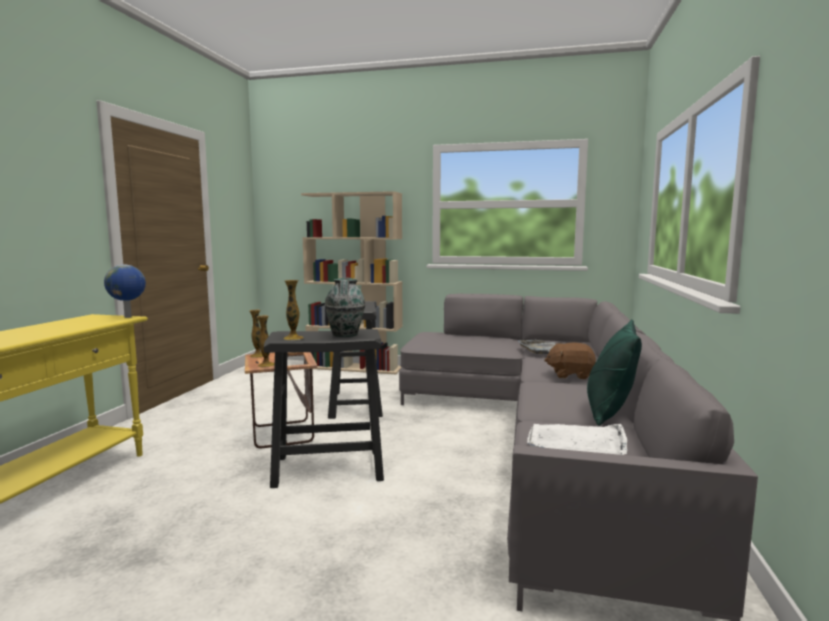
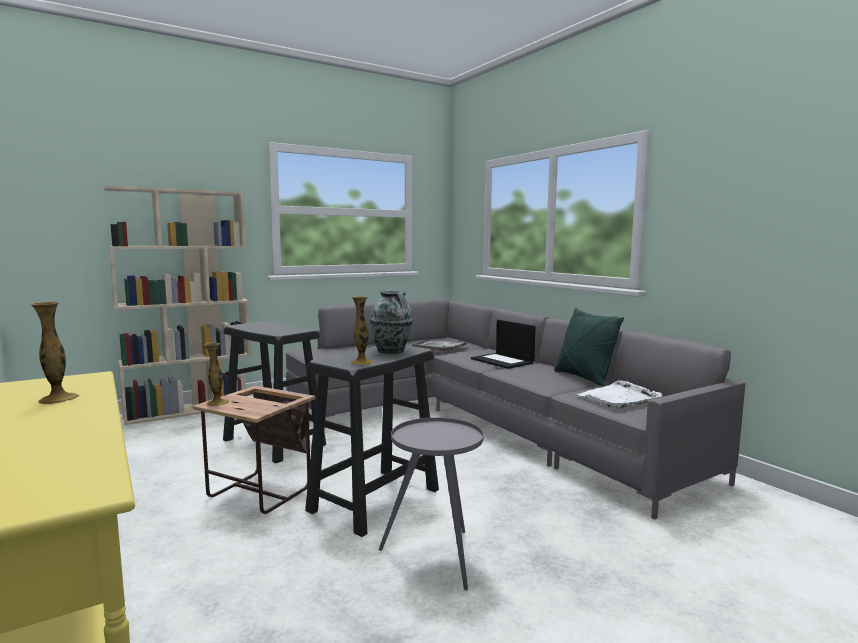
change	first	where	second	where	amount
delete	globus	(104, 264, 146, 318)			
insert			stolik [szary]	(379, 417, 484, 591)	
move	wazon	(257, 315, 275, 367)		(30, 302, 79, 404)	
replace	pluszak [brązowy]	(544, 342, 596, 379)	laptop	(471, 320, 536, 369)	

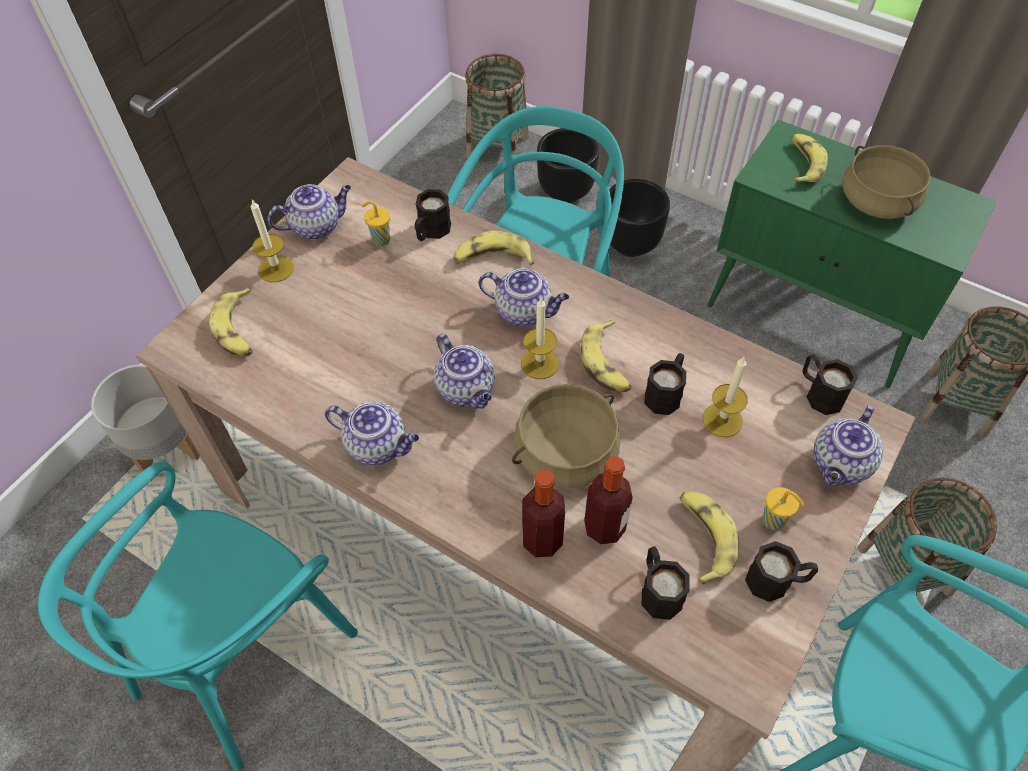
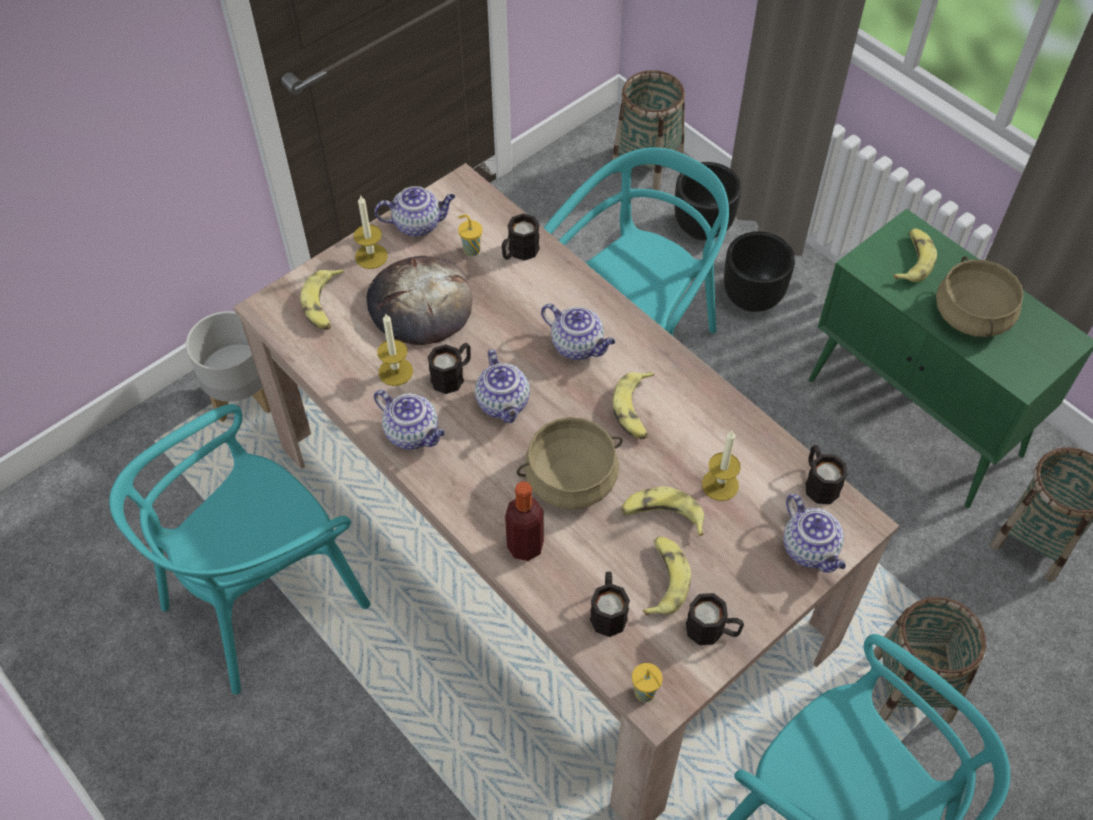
change	first	where	second	where	amount
delete	butelka	(584, 456, 633, 545)			
insert			chleb	(367, 256, 472, 345)	
move	banan	(454, 231, 534, 265)		(621, 486, 704, 536)	
move	świeca	(521, 298, 559, 379)		(377, 314, 413, 386)	
move	kubek [czarny]	(644, 353, 686, 415)		(428, 343, 471, 394)	
move	filiżanka [żółty]	(762, 487, 805, 530)		(632, 663, 663, 702)	
rotate	imbryk	(814, 405, 883, 486)		(783, 494, 846, 573)	75 degrees counterclockwise

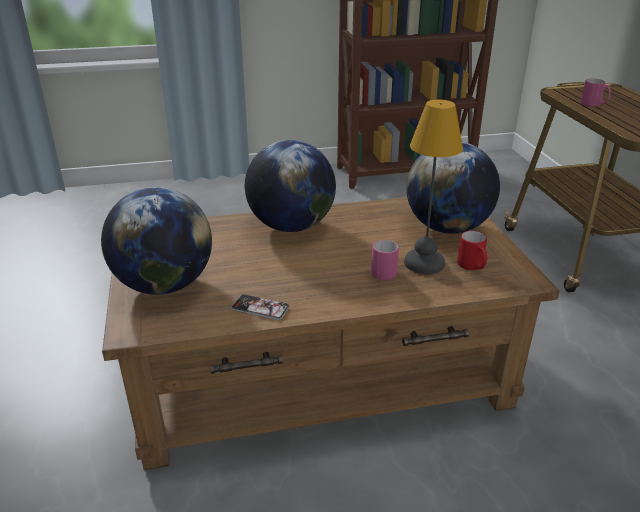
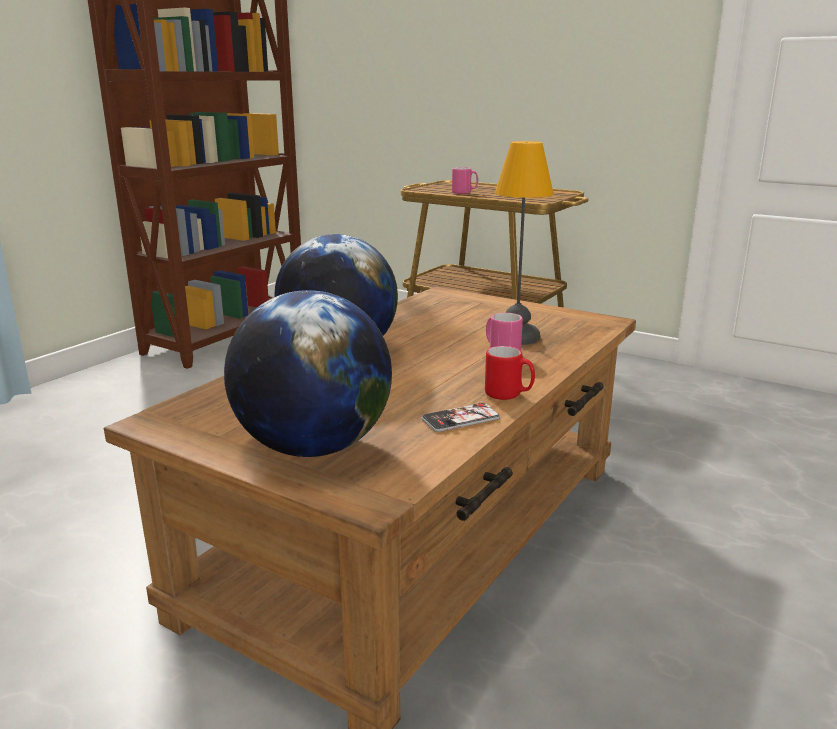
change	first	where	second	where	amount
delete	globus	(406, 142, 500, 234)			
move	kubek [czerwony]	(457, 231, 487, 270)		(485, 346, 535, 400)	

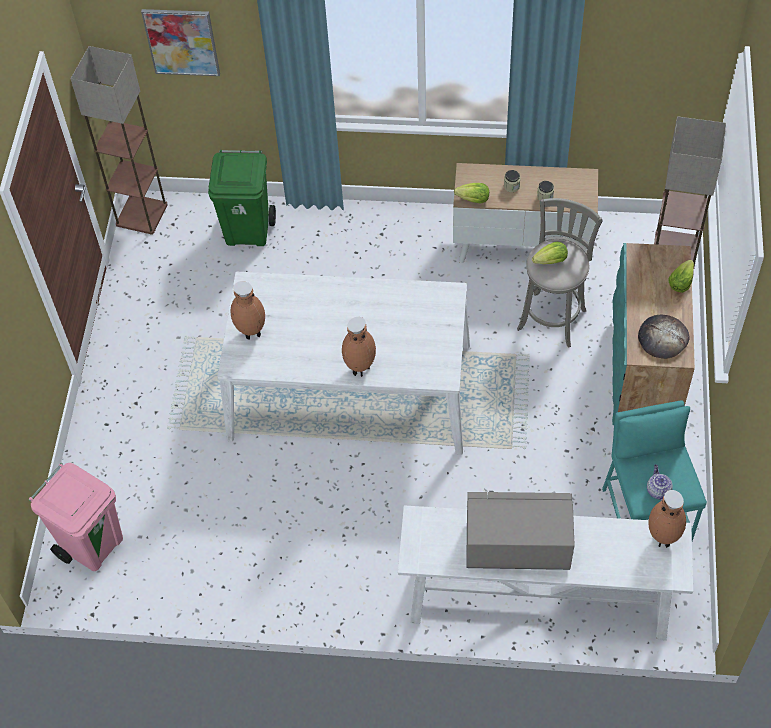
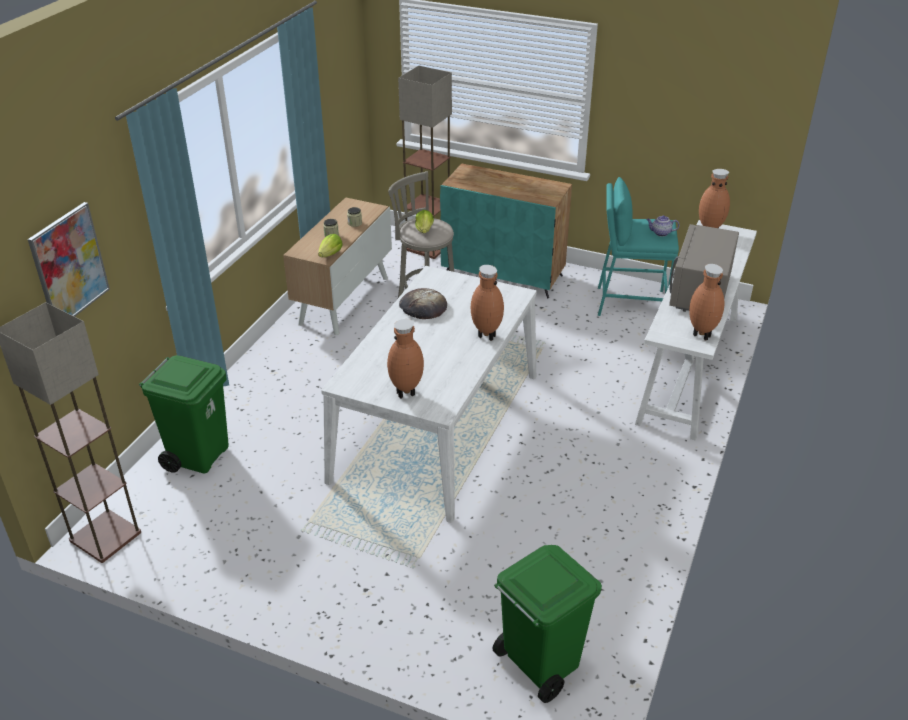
change	first	where	second	where	amount
delete	sałata	(668, 260, 694, 293)			
insert			wazon [brązowy]	(689, 264, 724, 340)	
move	chleb	(638, 315, 690, 359)		(399, 288, 447, 319)	
recolor	kosz na śmieci [różowy]	(29, 463, 123, 571)	kosz na śmieci [zielony]	(493, 545, 602, 703)	

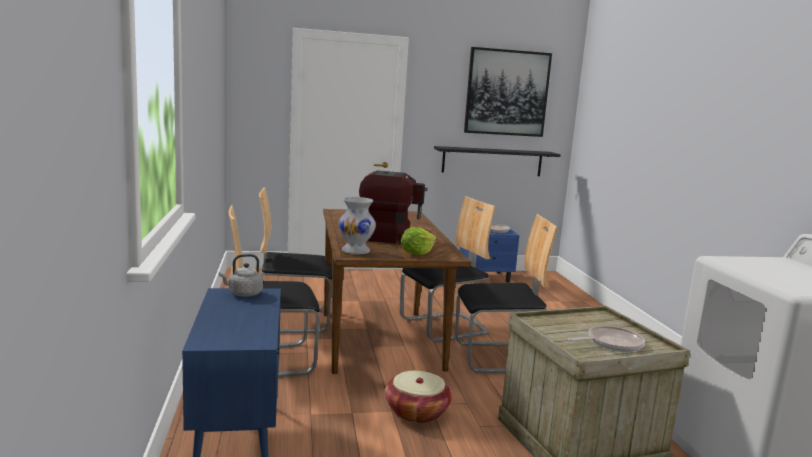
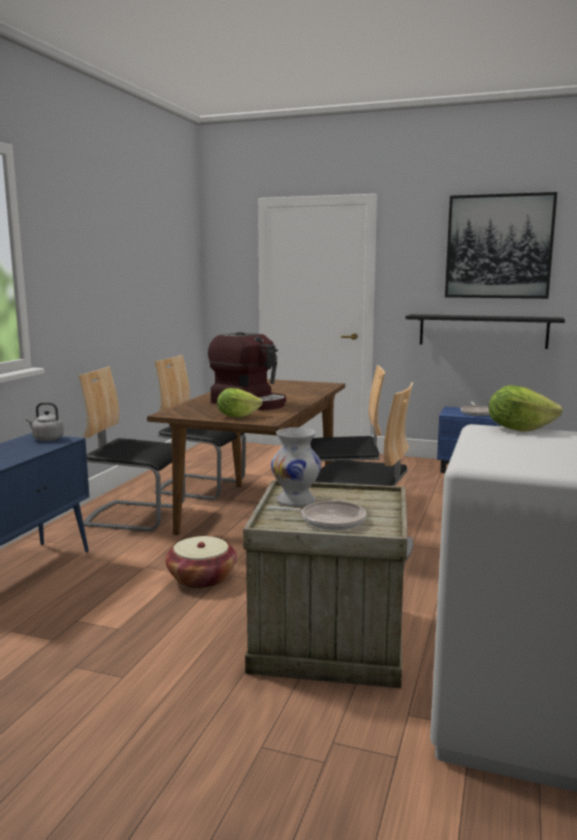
change	first	where	second	where	amount
insert			sałata	(489, 385, 562, 432)	
move	wazon [biały]	(339, 197, 376, 254)		(271, 427, 321, 506)	

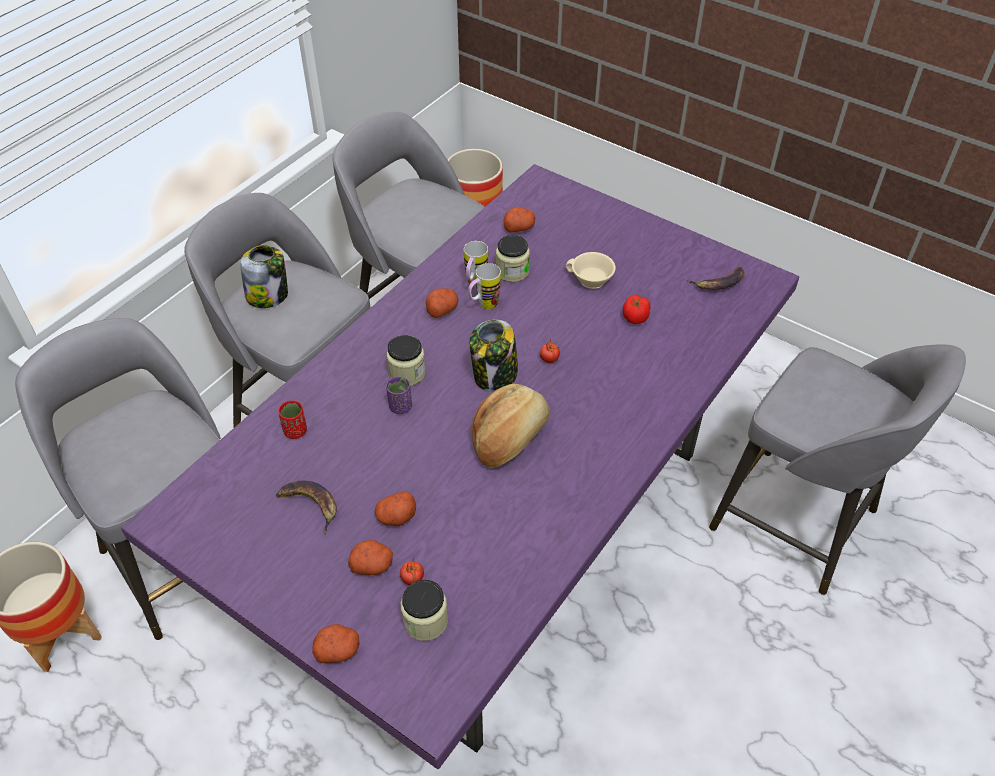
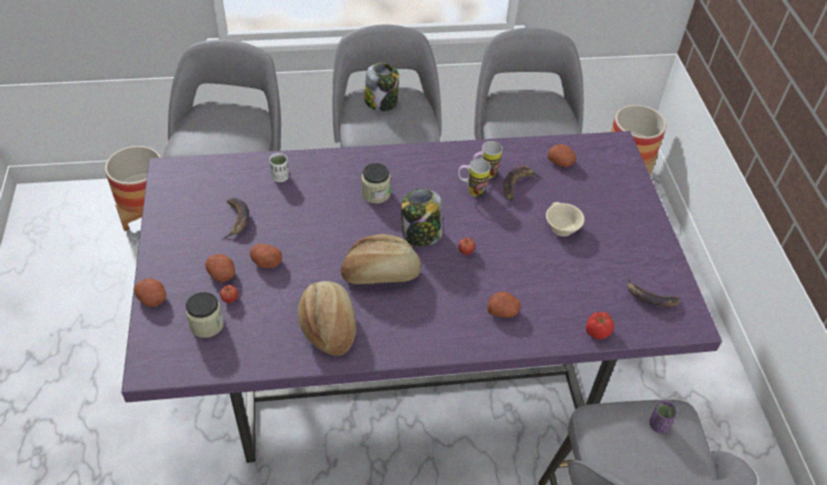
change	first	where	second	where	amount
insert			chleb	(298, 281, 356, 356)	
move	filiżanka [fioletowy]	(386, 377, 412, 414)		(649, 401, 677, 433)	
move	ziemniak	(426, 288, 458, 318)		(487, 292, 521, 318)	
move	pomidor	(623, 294, 651, 324)		(586, 312, 614, 340)	
replace	słoik	(496, 235, 530, 282)	banan	(503, 166, 542, 201)	
recolor	filiżanka [czerwony]	(278, 401, 307, 439)	filiżanka [biały]	(269, 153, 289, 182)	

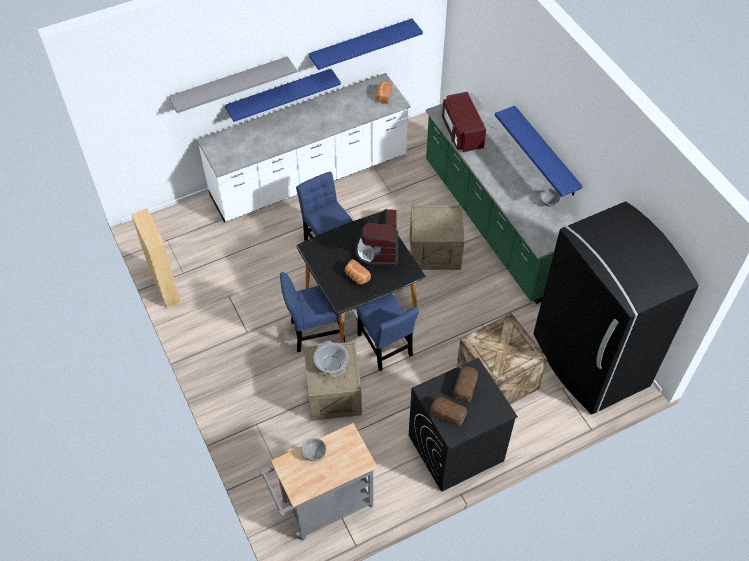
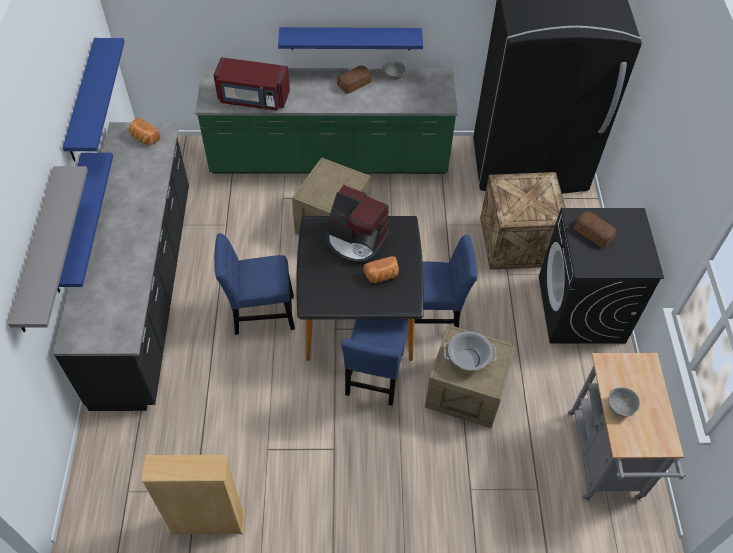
change	first	where	second	where	amount
move	chleb	(430, 396, 467, 427)		(337, 65, 372, 94)	
recolor	zabudowa kuchenna [biały]	(197, 73, 410, 222)	zabudowa kuchenna [czarny]	(53, 122, 189, 411)	

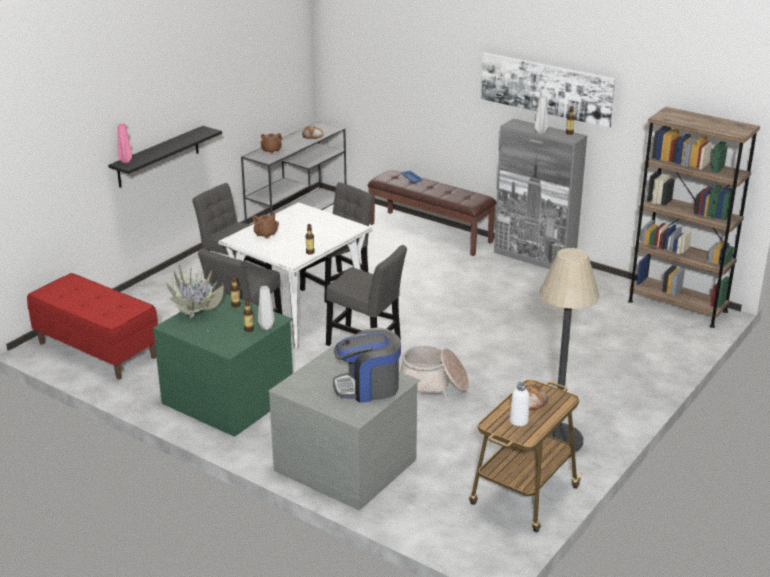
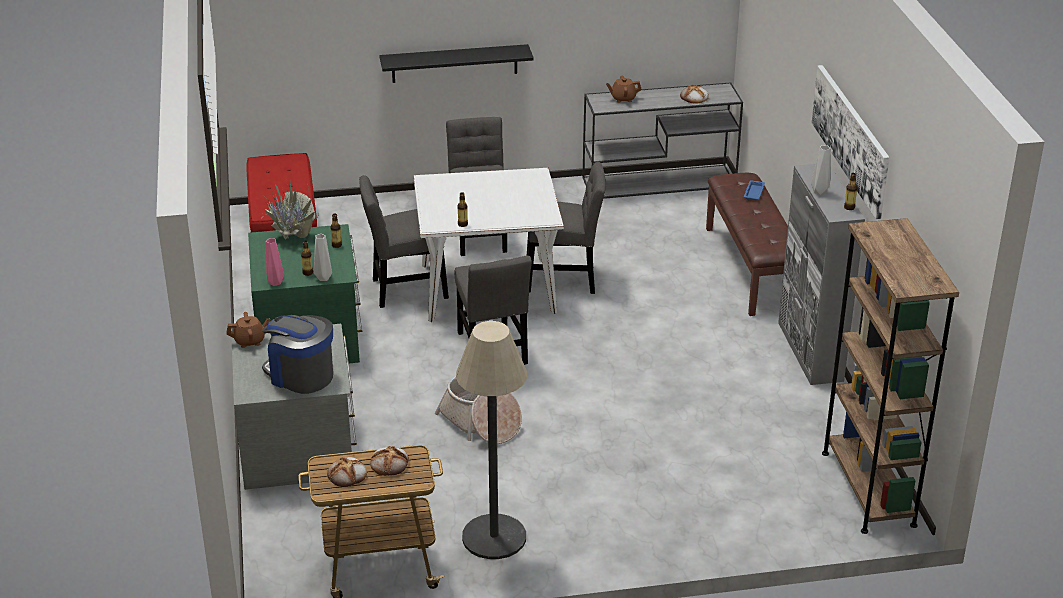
change	first	where	second	where	amount
move	wazon [różowy]	(118, 123, 132, 163)		(266, 238, 284, 286)	
move	imbryk [brązowy]	(252, 213, 279, 239)		(226, 312, 270, 348)	
replace	butelka [biały]	(509, 382, 529, 426)	chleb	(327, 457, 367, 487)	

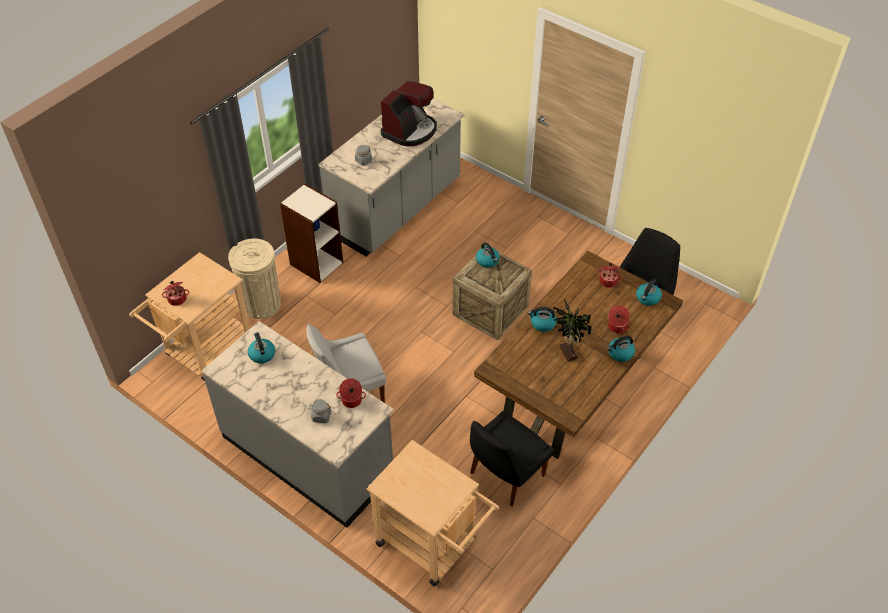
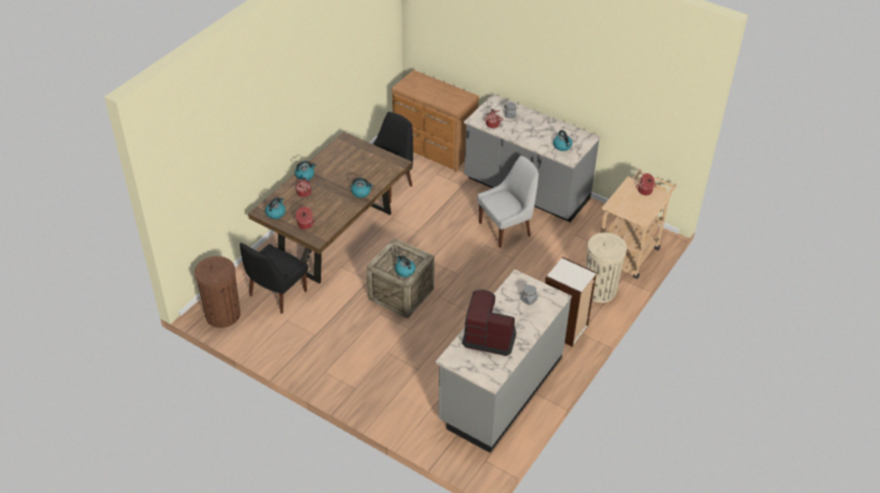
change	first	where	second	where	amount
delete	roślina doniczkowa	(553, 299, 592, 362)			
insert			kosz na śmieci [brązowy]	(194, 256, 240, 328)	
replace	wózek [beżowy]	(366, 440, 499, 586)	komoda [brązowy]	(392, 70, 479, 172)	
rotate	ekspres do kawy	(381, 81, 437, 146)		(462, 290, 516, 356)	75 degrees clockwise

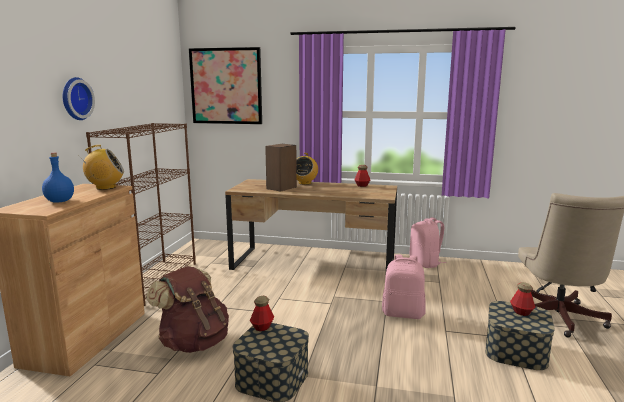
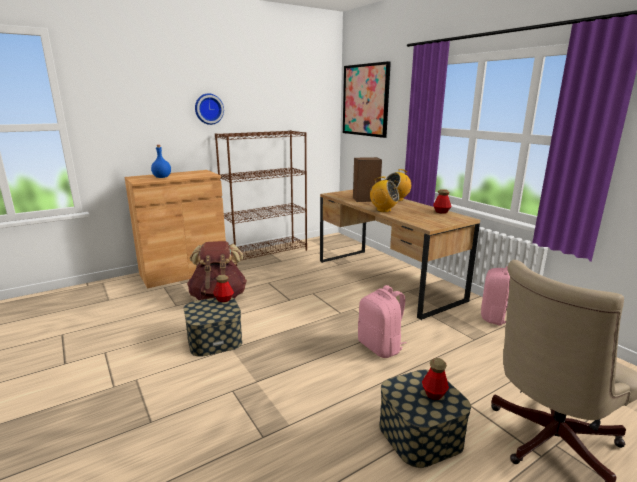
change	first	where	second	where	amount
move	radio	(80, 145, 124, 190)		(370, 177, 400, 212)	

